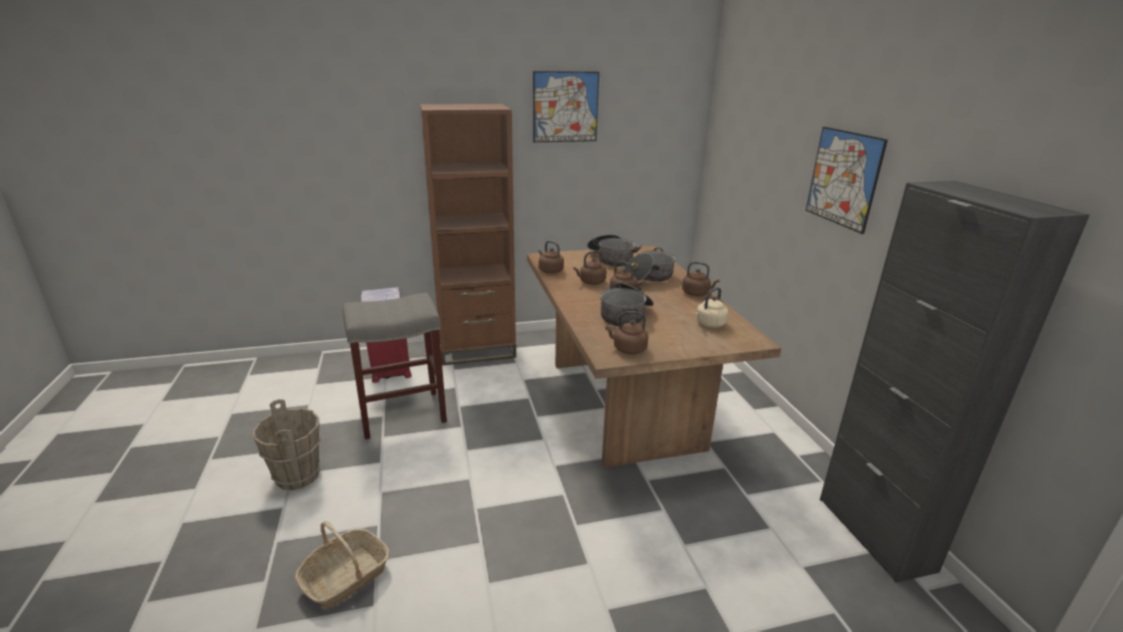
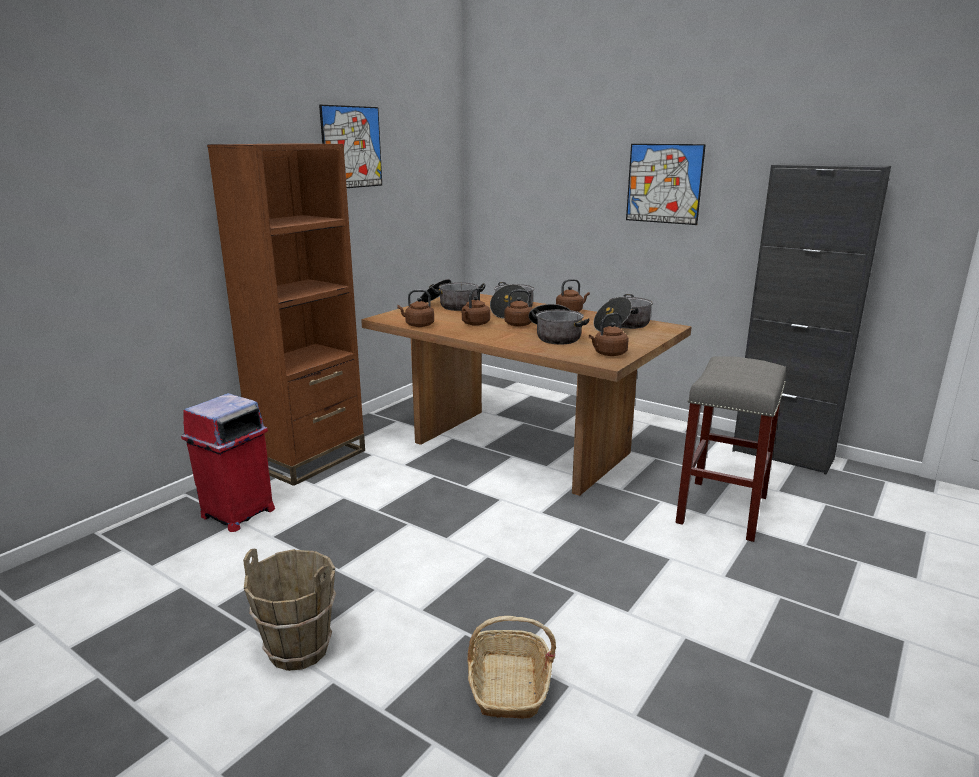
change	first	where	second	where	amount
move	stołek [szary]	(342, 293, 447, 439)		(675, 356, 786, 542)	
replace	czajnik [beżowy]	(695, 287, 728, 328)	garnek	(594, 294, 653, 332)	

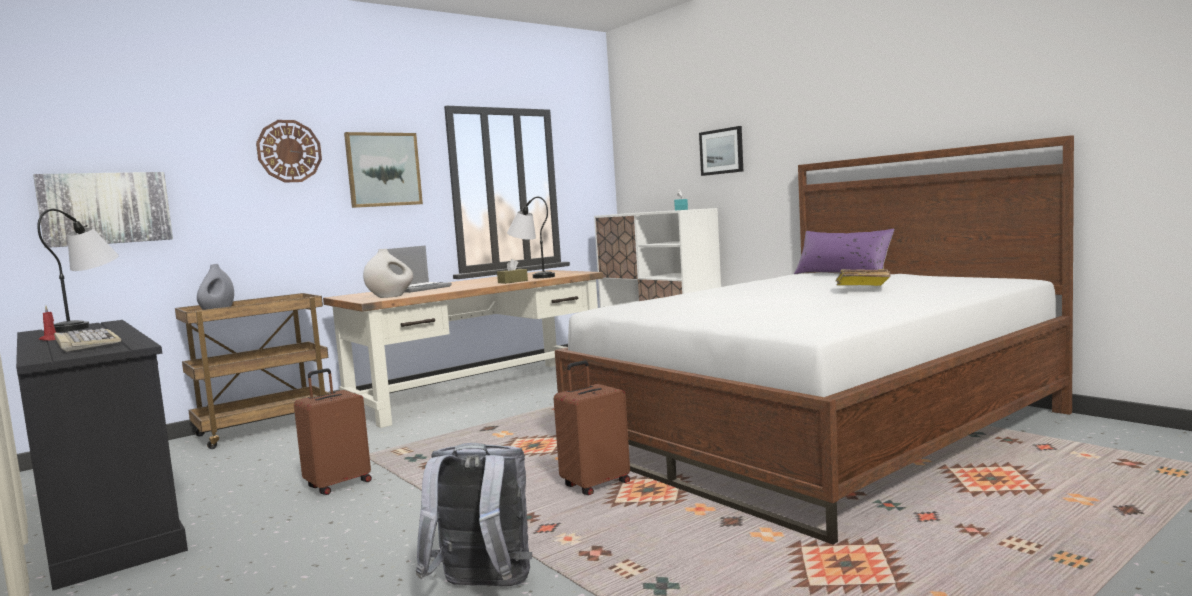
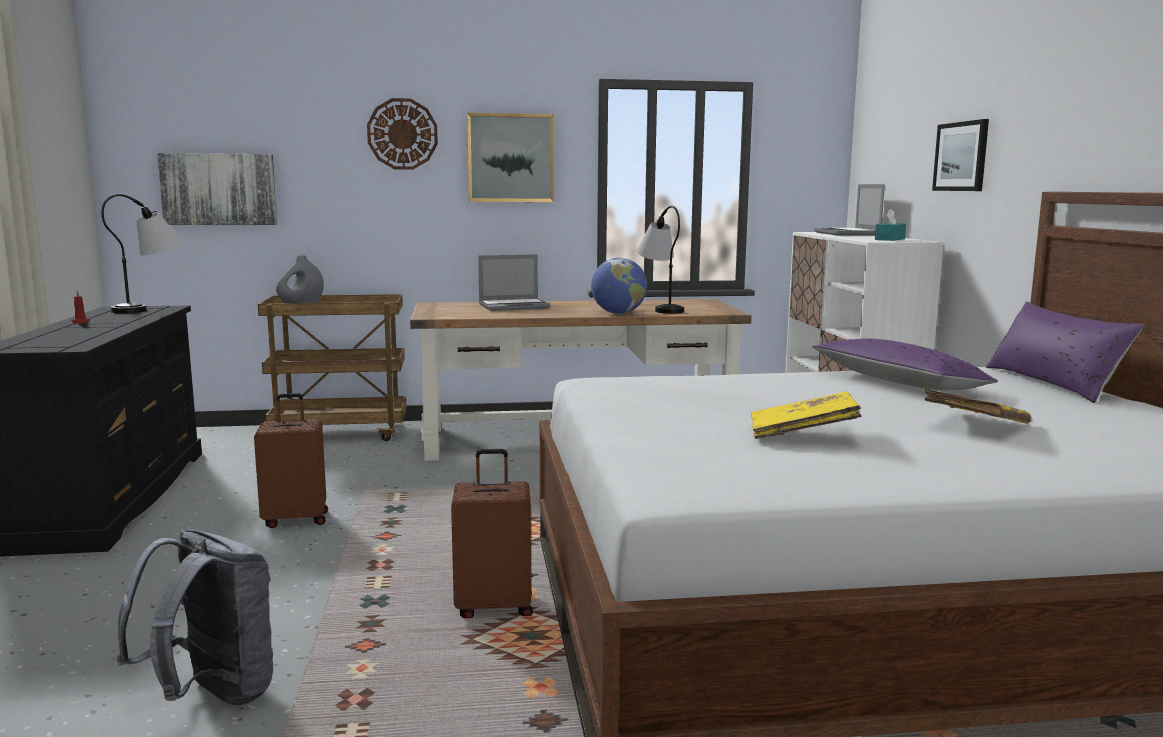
change	first	where	second	where	amount
delete	klawiatura	(54, 328, 121, 352)			
delete	wazon [biały]	(363, 249, 413, 298)			
insert			książka [żółty]	(751, 392, 861, 439)	
insert			poduszka [fioletowy]	(813, 339, 998, 390)	
insert			laptop	(814, 184, 885, 236)	
replace	pudełko chusteczek [brązowy]	(497, 259, 528, 284)	globus	(591, 258, 647, 314)	

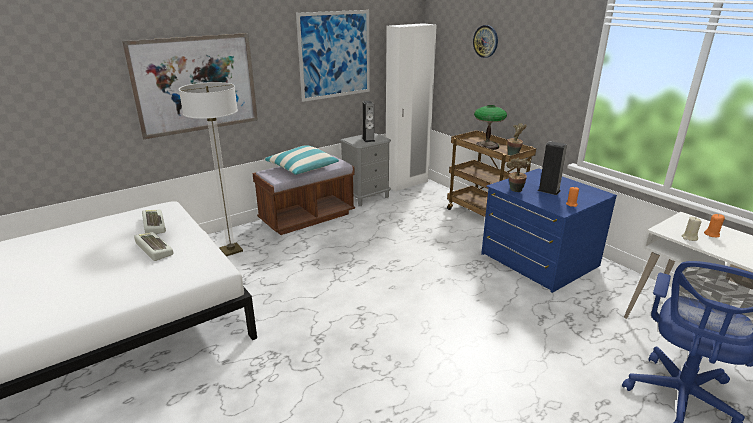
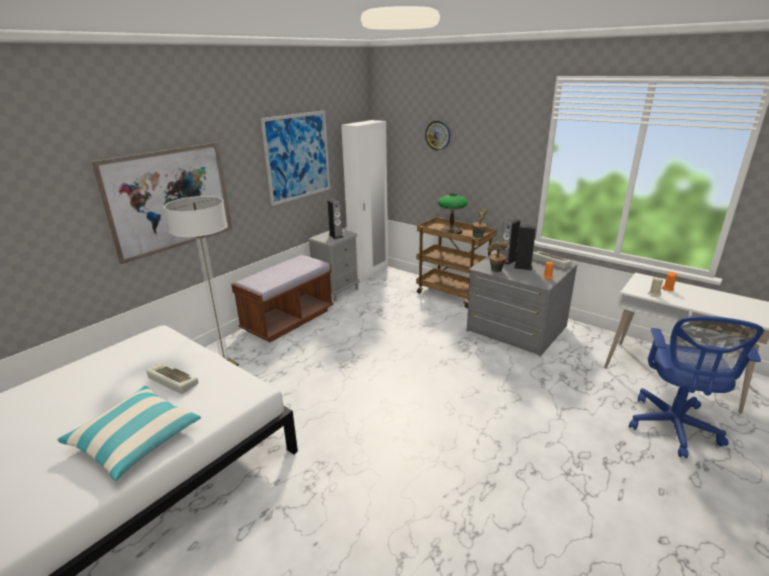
change	first	where	second	where	amount
insert			głośnik	(500, 218, 521, 265)	
move	klawiatura	(142, 210, 166, 234)		(532, 251, 572, 269)	
move	poduszka	(265, 145, 339, 175)		(57, 386, 201, 481)	
recolor	komoda [niebieski]	(481, 168, 617, 293)	komoda [szary]	(466, 250, 578, 357)	

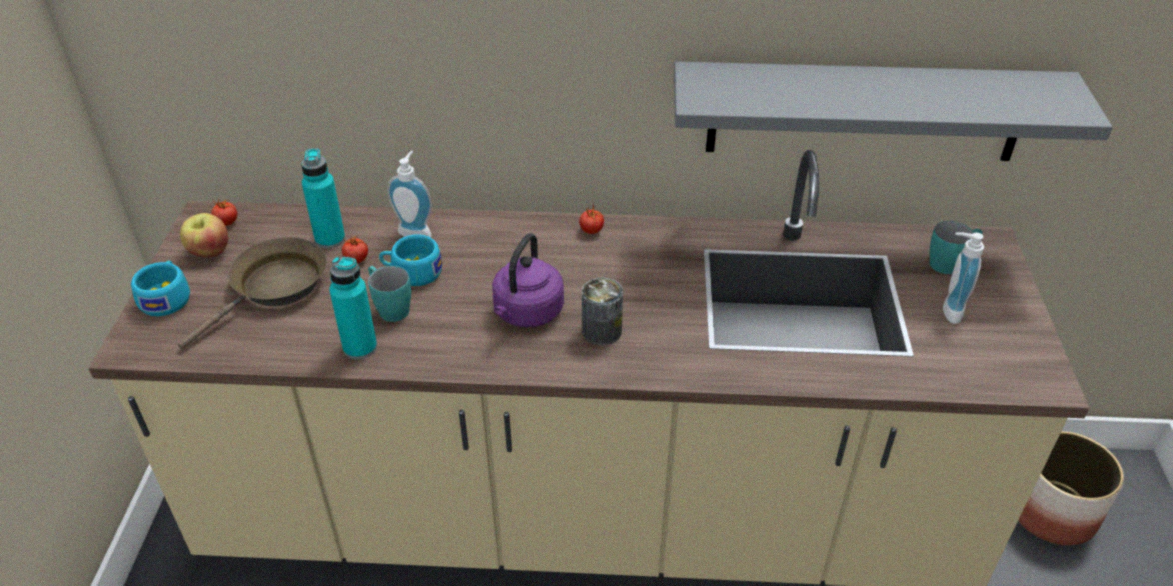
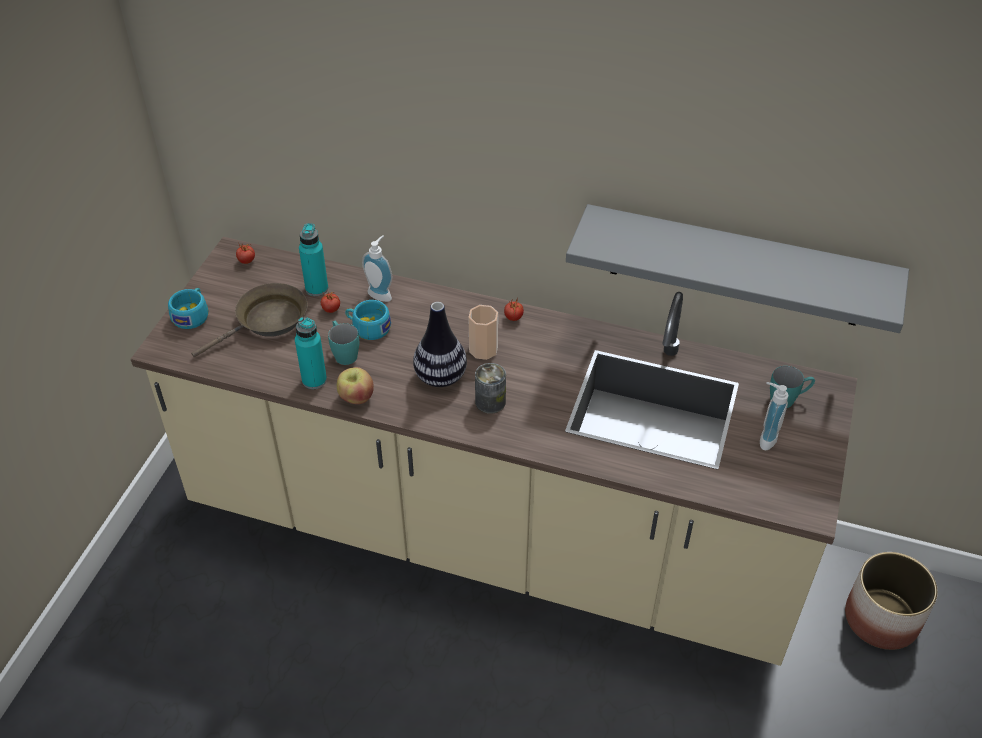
change	first	where	second	where	amount
insert			filiżanka	(468, 305, 498, 360)	
move	jabłko	(180, 213, 228, 258)		(337, 367, 374, 404)	
replace	czajnik [fioletowy]	(492, 233, 564, 327)	wazon	(413, 302, 467, 387)	

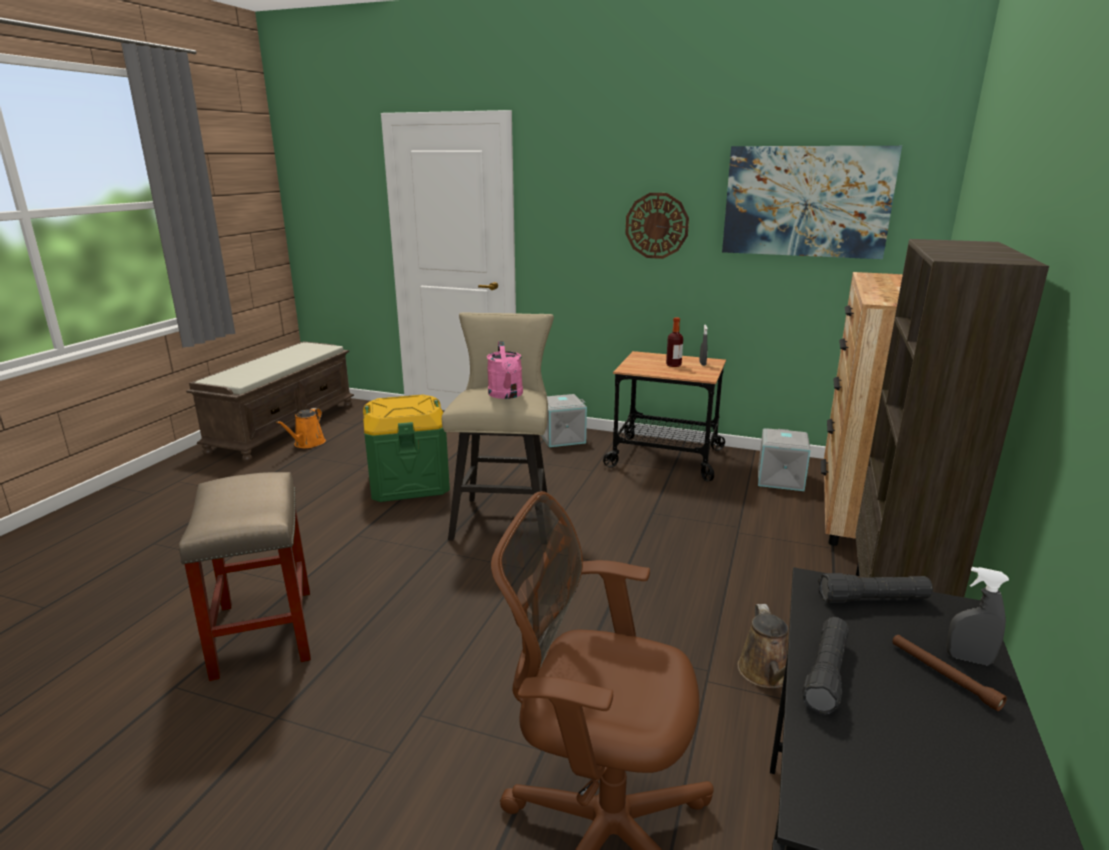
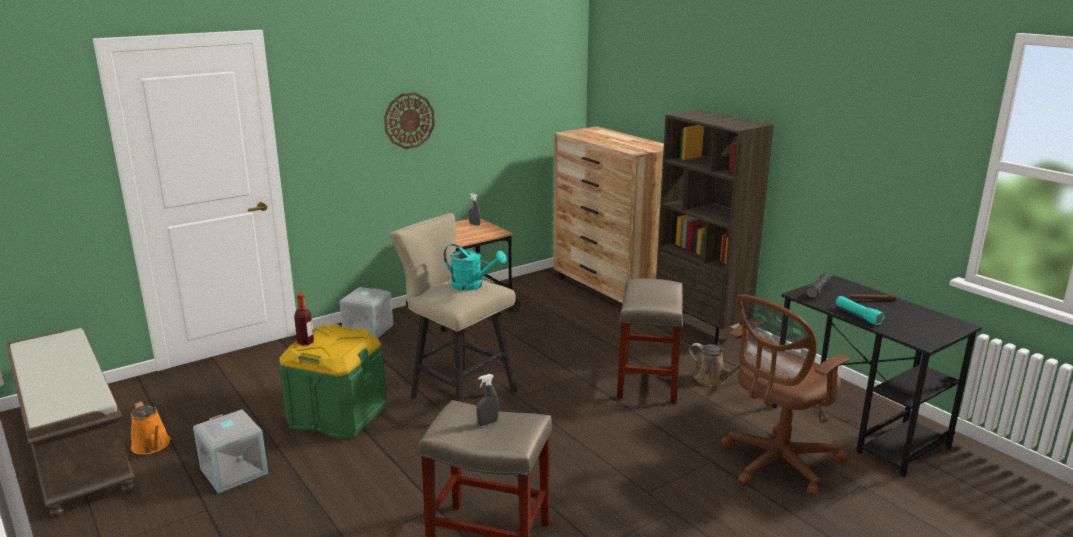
change	first	where	second	where	amount
delete	obraz	(722, 146, 902, 259)			
insert			stołek [beżowy]	(617, 279, 683, 403)	
move	butelka	(666, 317, 683, 367)		(294, 293, 314, 346)	
move	pojemnik do przechowywania [szary]	(758, 428, 811, 491)		(193, 409, 268, 493)	
move	spryskiwacz [szary]	(946, 567, 1009, 666)		(476, 374, 499, 426)	
recolor	konewka [różowy]	(487, 341, 523, 399)	konewka [turkusowy]	(444, 244, 507, 291)	
recolor	latarka [czarny]	(802, 617, 849, 715)	latarka [turkusowy]	(836, 296, 885, 325)	

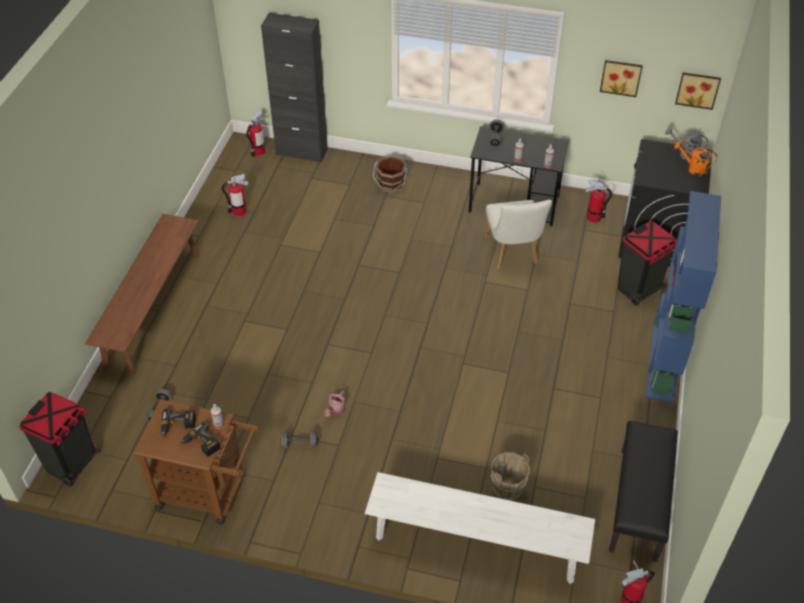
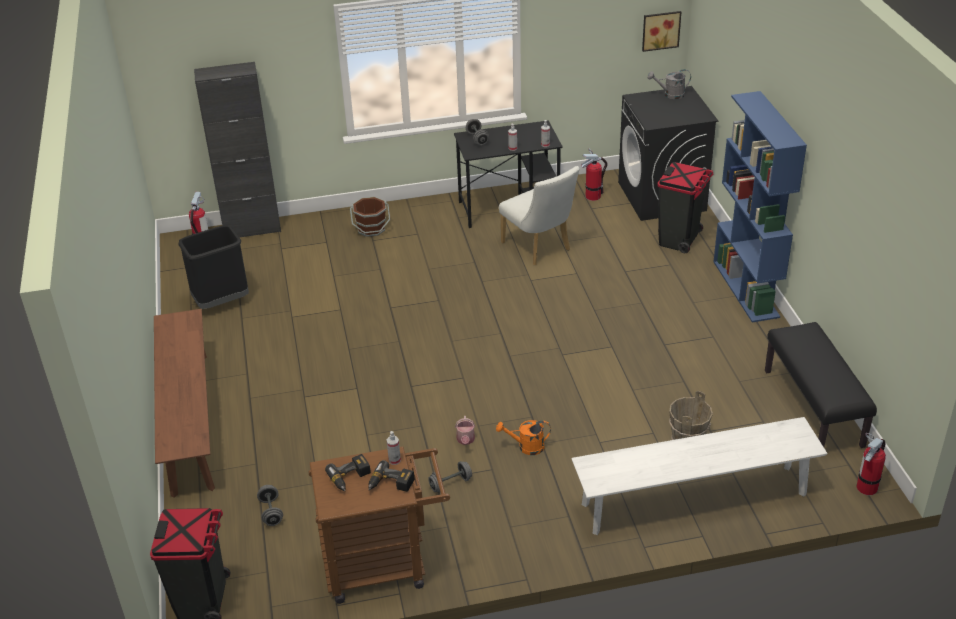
change	first	where	second	where	amount
delete	obraz	(600, 60, 643, 97)			
move	konewka [pomarańczowy]	(674, 142, 717, 176)		(496, 420, 551, 455)	
replace	gaśnica	(221, 174, 248, 216)	kosz na śmieci [czarny]	(178, 225, 249, 309)	

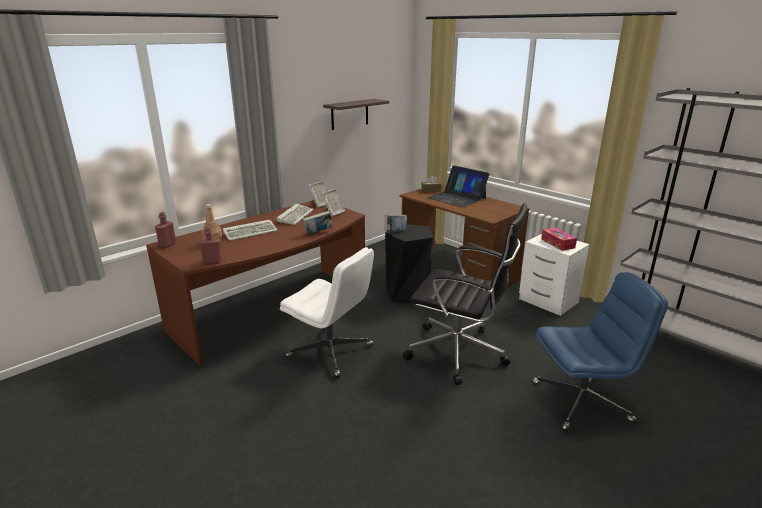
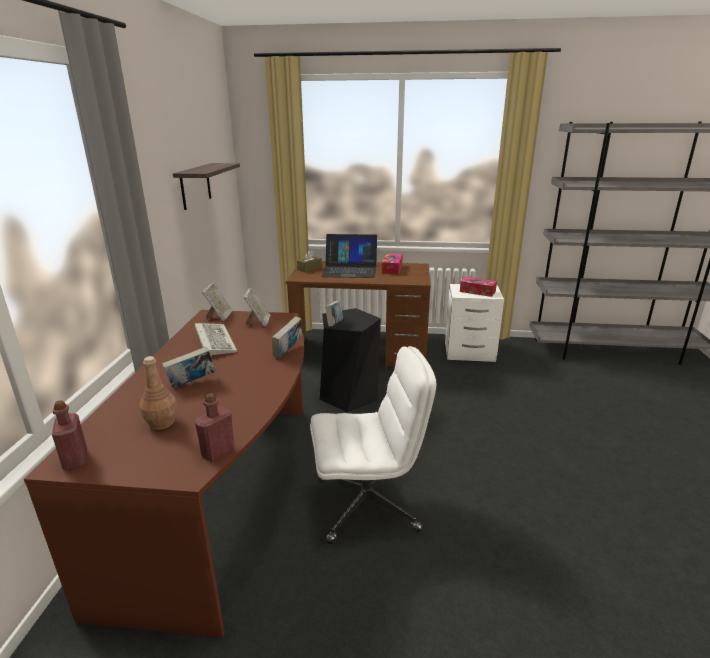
change	first	where	second	where	amount
delete	krzesło biurowe [czarny]	(403, 203, 527, 385)			
delete	krzesło biurowe [niebieski]	(531, 272, 668, 432)			
insert			pudełko chusteczek	(381, 254, 403, 274)	
replace	klawiatura	(223, 220, 278, 241)	książka	(162, 347, 216, 388)	

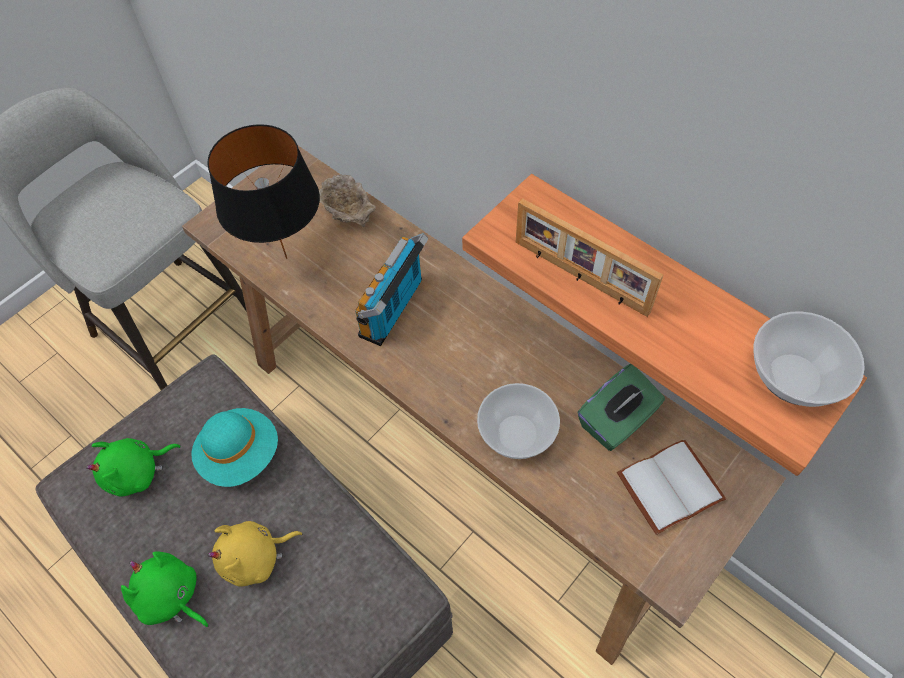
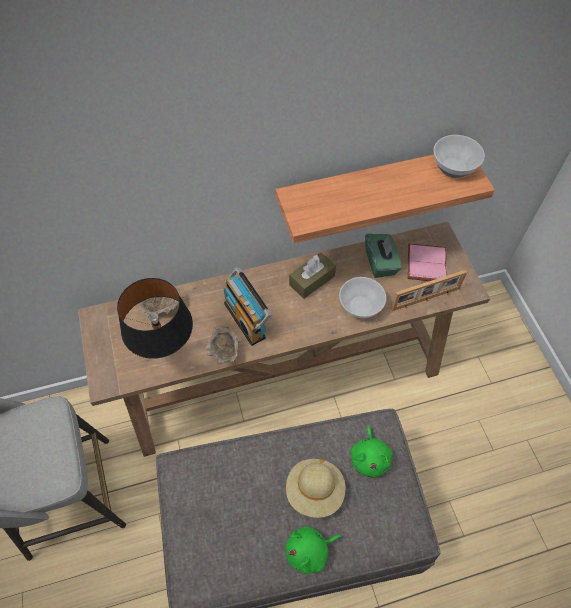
change	first	where	second	where	amount
delete	kapelusz [turkusowy]	(191, 408, 278, 487)			
insert			miska [beżowy]	(206, 326, 241, 364)	
insert			pudełko chusteczek [brązowy]	(289, 252, 336, 299)	
move	pluszak [zielony]	(86, 438, 181, 497)		(350, 425, 392, 478)	
move	ramka na zdjęcie	(516, 198, 663, 317)		(391, 270, 467, 311)	
replace	pluszak [żółty]	(208, 521, 303, 587)	kapelusz [beżowy]	(286, 459, 345, 518)	
recolor	książka [biały]	(617, 439, 726, 535)	książka [różowy]	(408, 244, 447, 281)	

